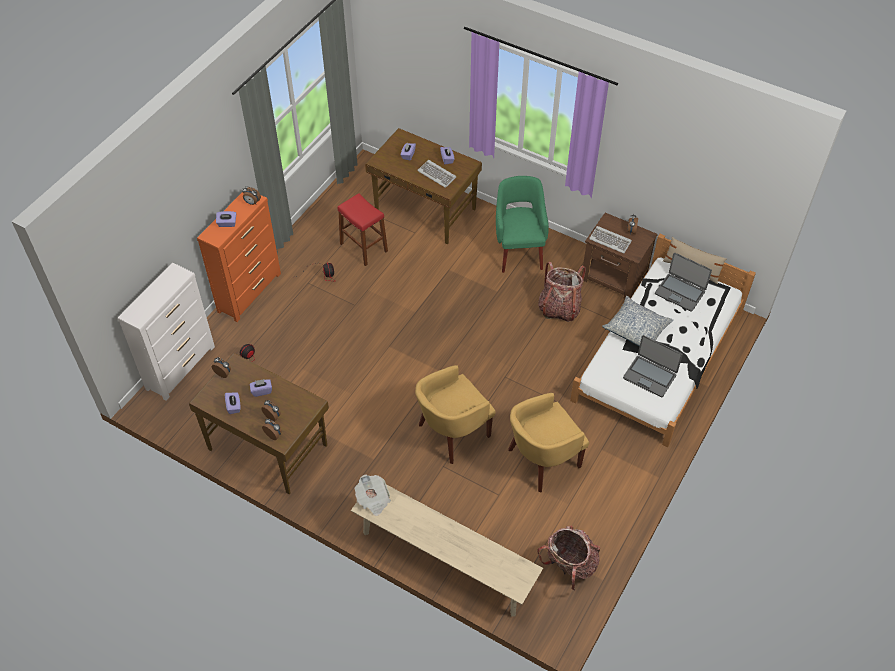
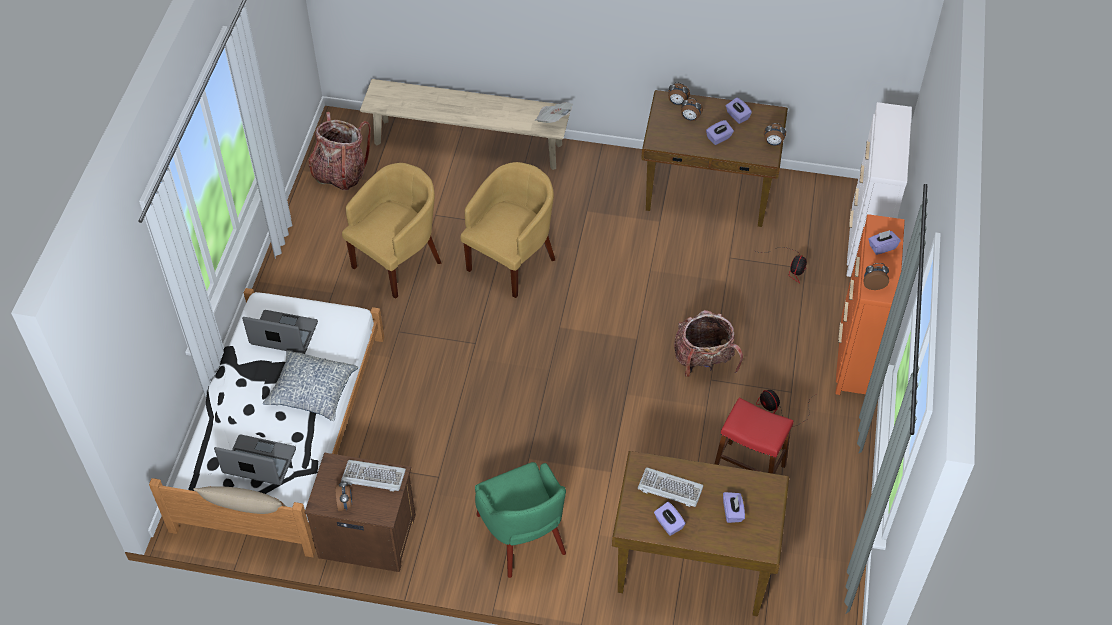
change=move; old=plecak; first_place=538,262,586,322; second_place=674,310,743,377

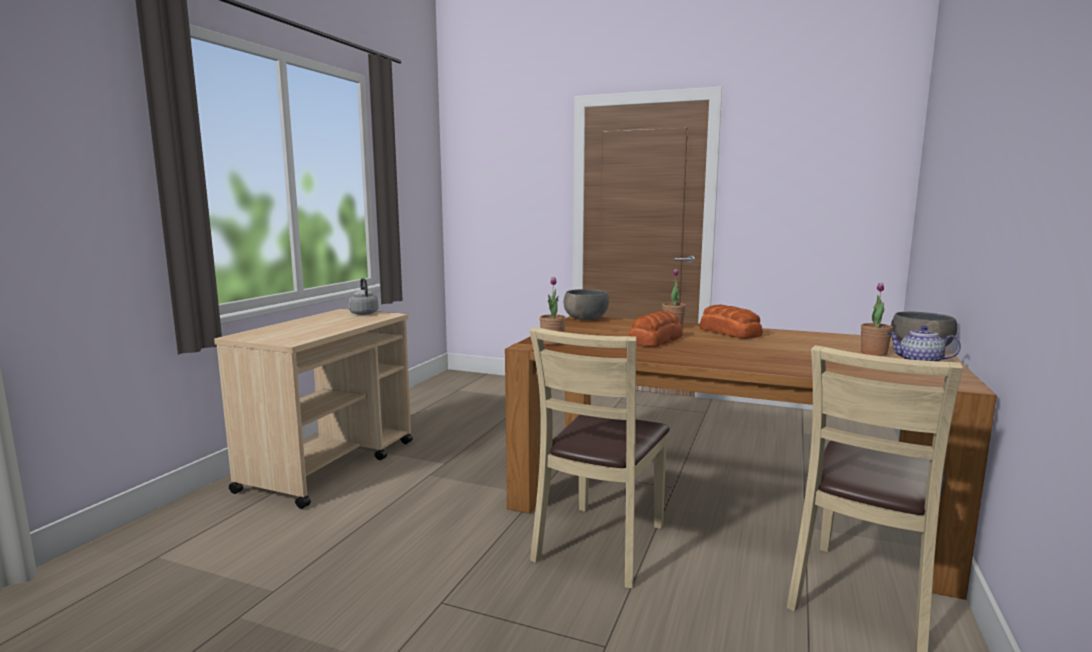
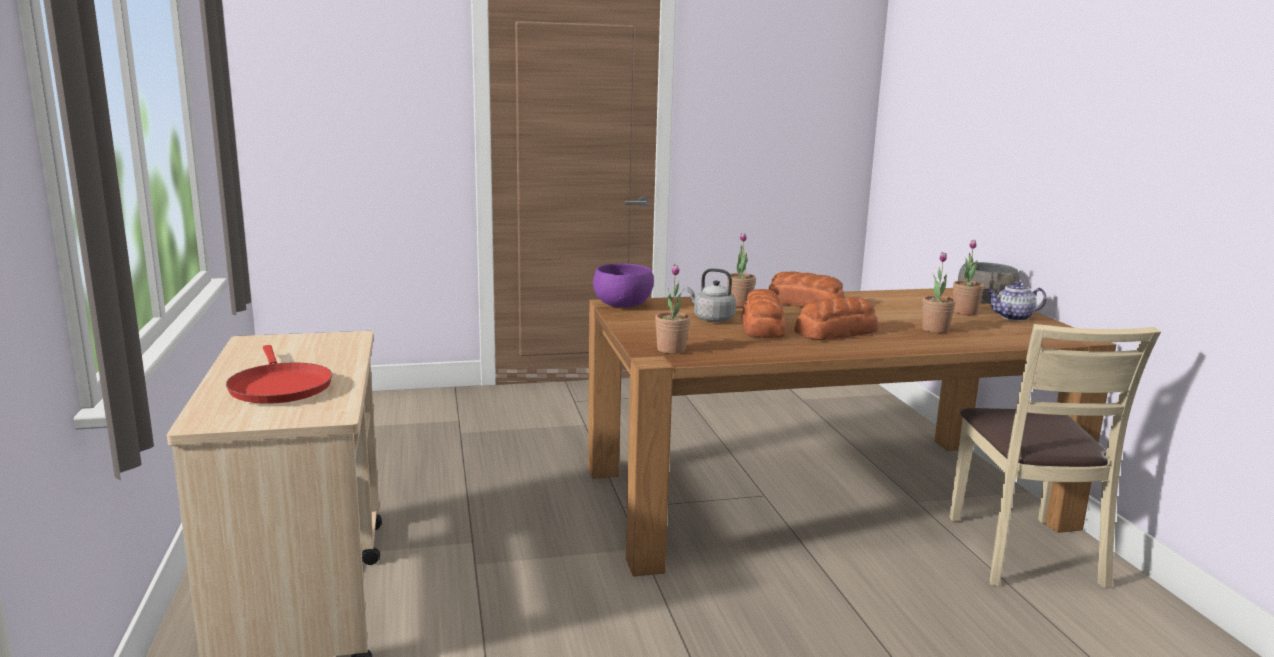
change=insert; new=patelnia/czerwony; second_place=226,345,332,404
change=recolor; old=miska/szary; new=miska/fioletowy; first_place=563,289,609,320; second_place=593,263,654,307
change=move; old=czajnik/szary; first_place=349,278,379,315; second_place=687,268,736,322
change=insert; new=chleb; second_place=794,297,879,340
change=insert; new=roślina doniczkowa; second_place=922,252,956,333
change=delete; old=krzesło/beżowy; first_place=529,327,670,589

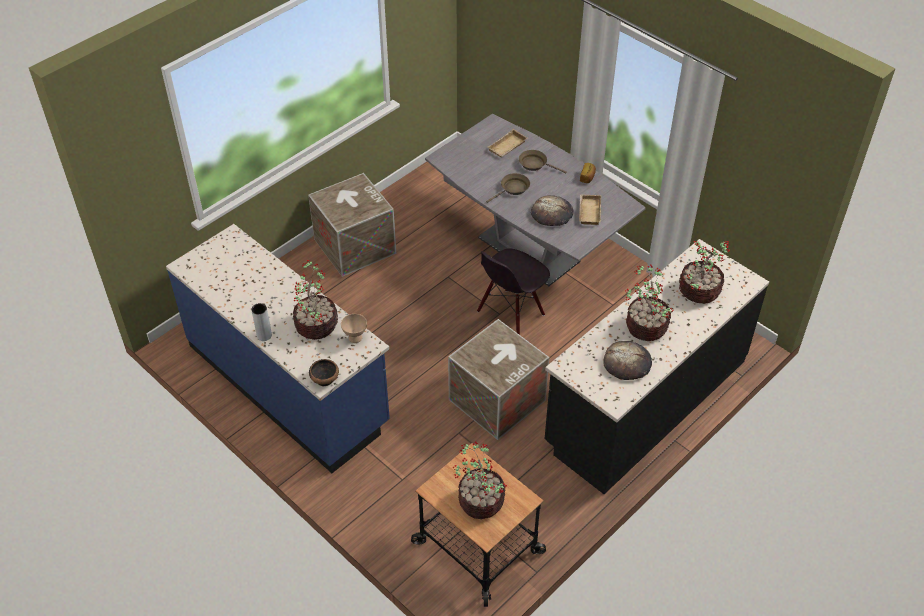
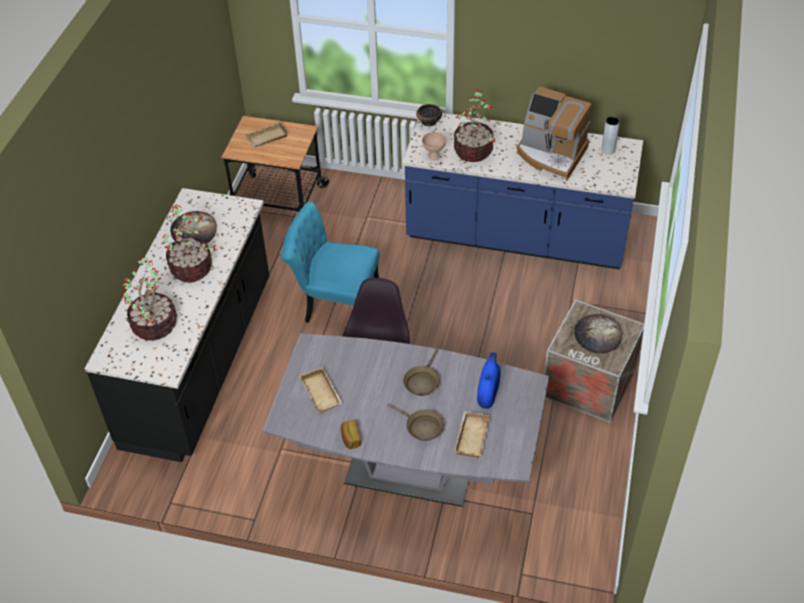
change=replace; old=roślina doniczkowa; new=taca/beżowy; first_place=452,441,507,519; second_place=245,121,289,147
change=replace; old=skrzynka; new=krzesło/turkusowy; first_place=448,319,549,440; second_place=281,201,380,323
change=rotate; old=patelnia/brązowy; first_place=519,150,567,173; second_place=387,403,444,441; degrees=45
change=insert; new=wazon/niebieski; second_place=477,352,501,409
change=insert; new=ekspres do kawy; second_place=517,86,592,181
change=move; old=chleb; first_place=531,195,574,226; second_place=574,314,622,354
change=move; old=wazon/szary; first_place=251,303,272,341; second_place=601,116,620,154

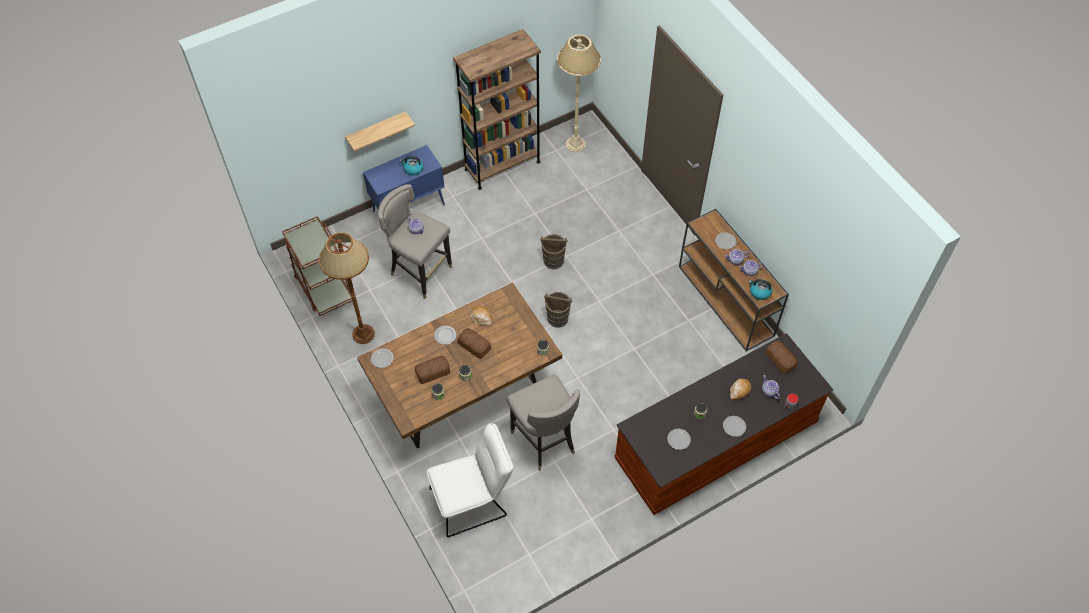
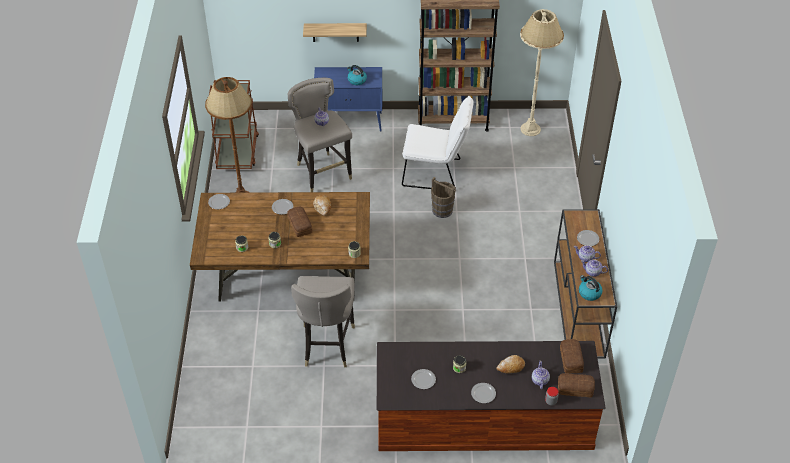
change=move; old=krzesło/biały; first_place=427,422,514,537; second_place=402,96,473,189
change=move; old=chleb; first_place=415,356,450,384; second_place=558,373,595,397
change=delete; old=wiadro/brązowy; first_place=544,292,572,327

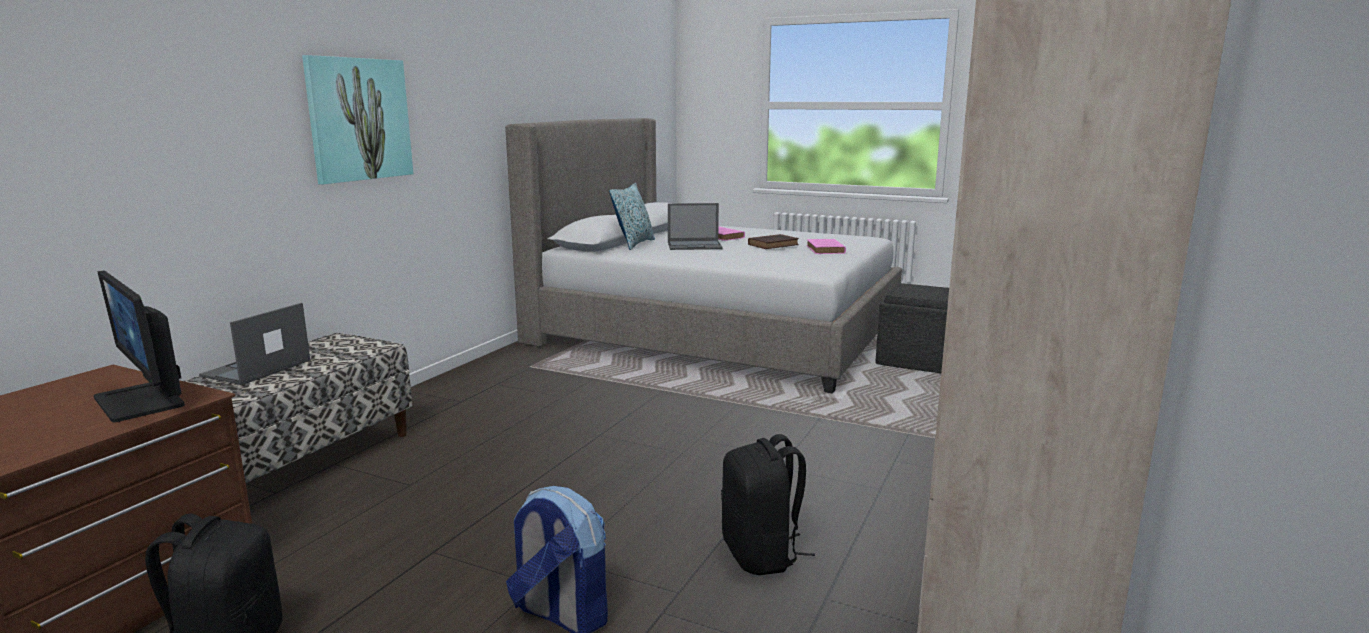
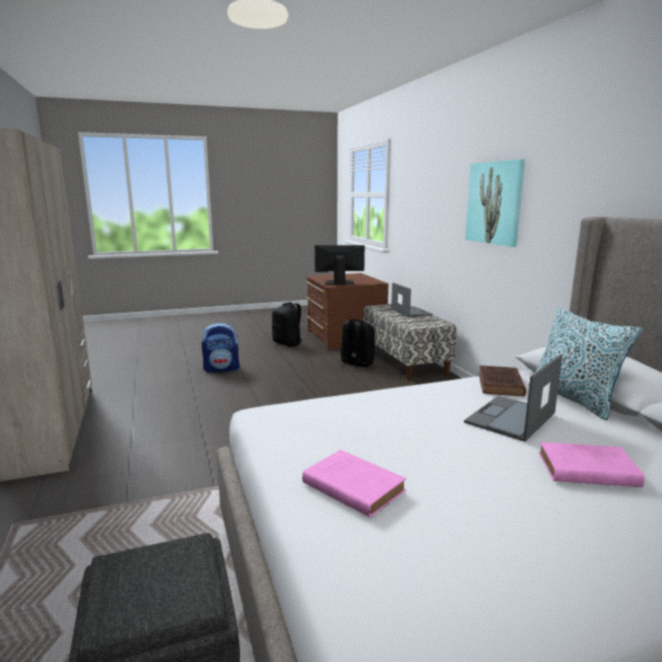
change=move; old=plecak/czarny; first_place=721,434,815,575; second_place=340,319,375,369
change=move; old=książka/brązowy; first_place=748,234,799,249; second_place=479,365,526,396

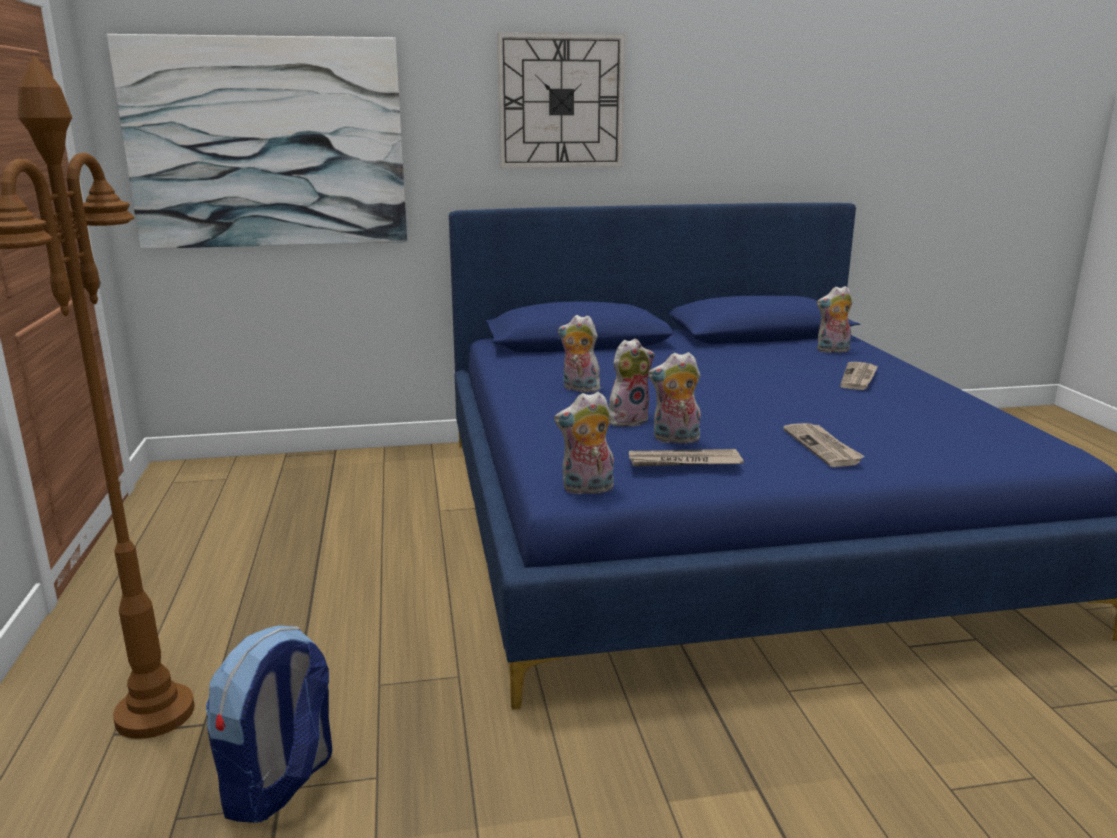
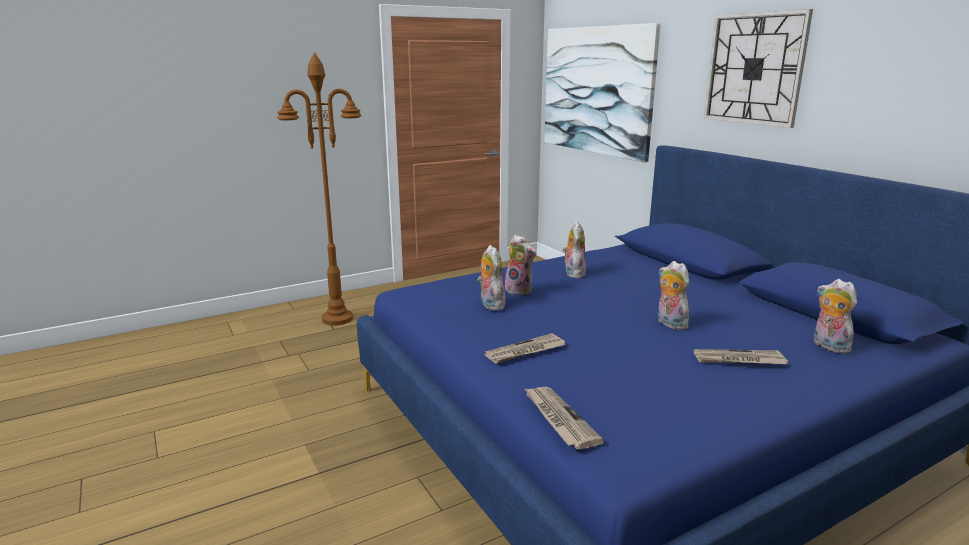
change=move; old=gazeta; first_place=629,449,743,466; second_place=524,387,604,450
change=move; old=pluszak; first_place=554,392,614,495; second_place=658,261,689,330
change=delete; old=plecak; first_place=206,625,332,823

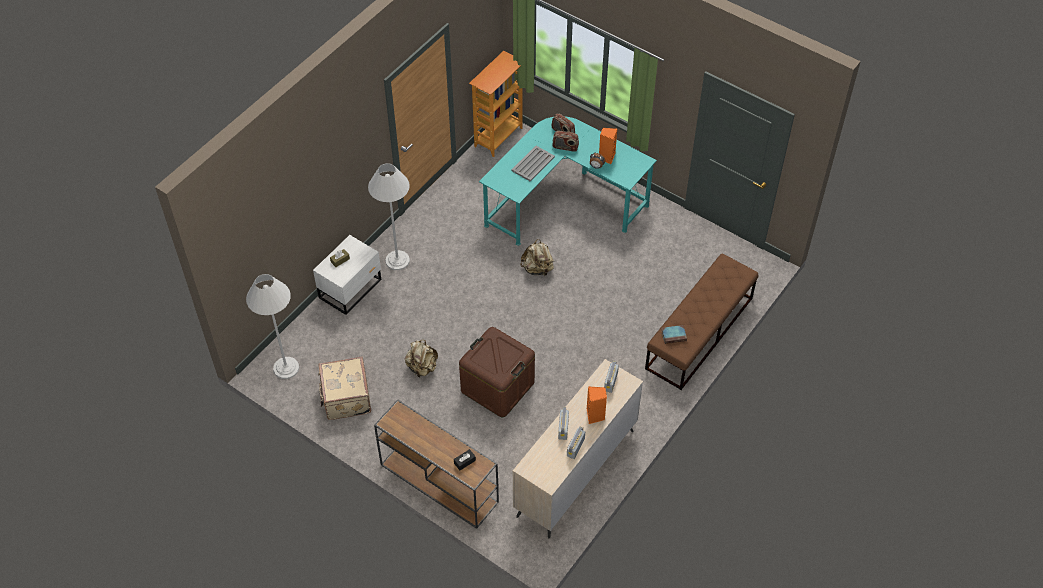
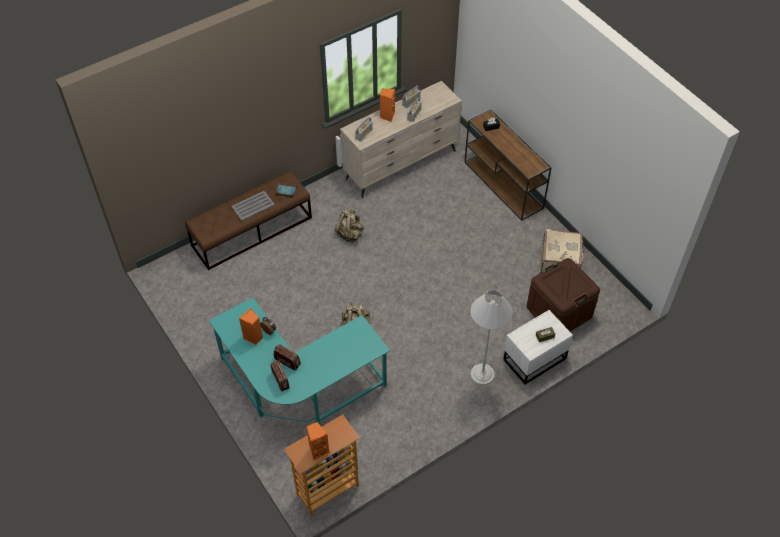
change=move; old=taca/szary; first_place=512,146,555,182; second_place=231,191,275,221
change=insert; new=głośnik/pomarańczowy; second_place=307,422,329,461
change=move; old=plecak/beżowy; first_place=405,340,438,378; second_place=335,209,363,243
change=move; old=pojemnik do przechowywania/brązowy; first_place=459,327,535,417; second_place=527,258,600,331
change=delete; old=lampa stojąca/biały; first_place=246,274,299,379

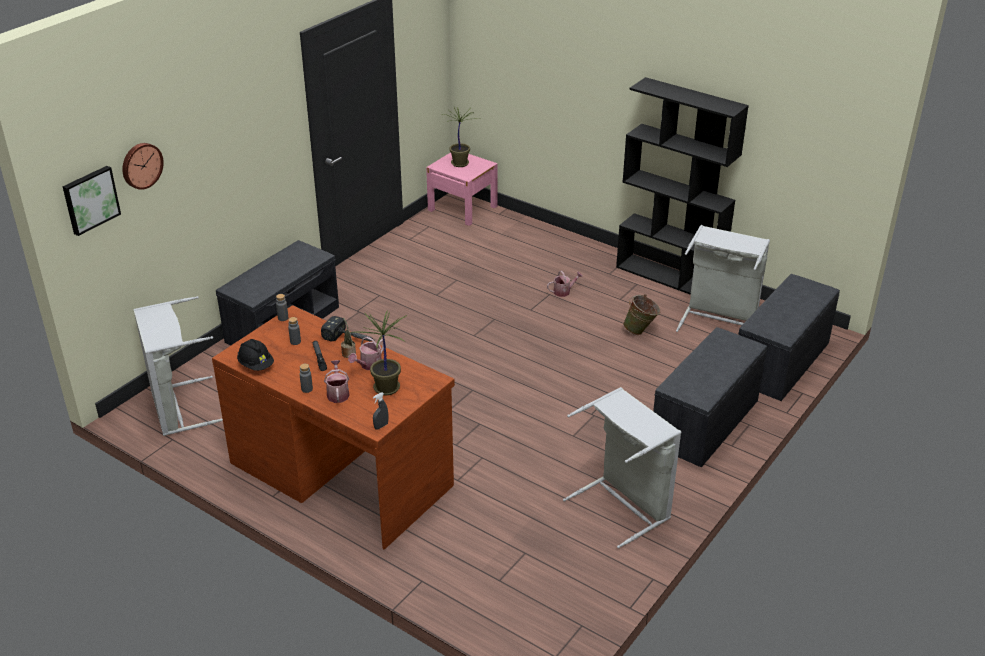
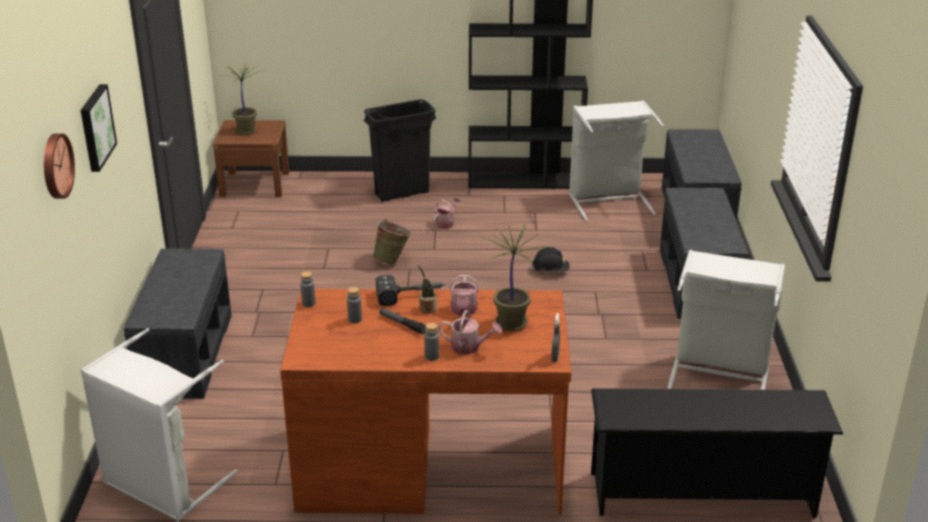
change=move; old=obraz; first_place=63,166,121,236; second_place=81,84,117,172
change=recolor; old=szafka nocna/różowy; new=szafka nocna/brązowy; first_place=426,152,498,226; second_place=213,120,289,197
change=insert; new=kosz na śmieci/czarny; second_place=364,99,436,202
change=move; old=wiadro/zielony; first_place=623,294,660,335; second_place=373,219,411,265
change=rotate; old=konewka; first_place=324,360,350,403; second_place=439,310,502,354; degrees=150
change=move; old=kask/czarny; first_place=237,339,274,371; second_place=531,247,570,272
change=insert; new=regał na buty/czarny; second_place=591,388,843,518

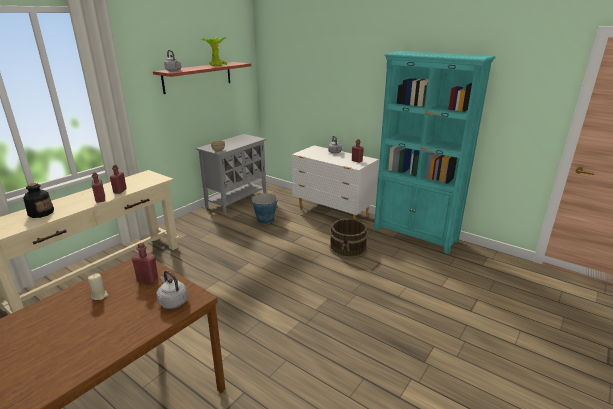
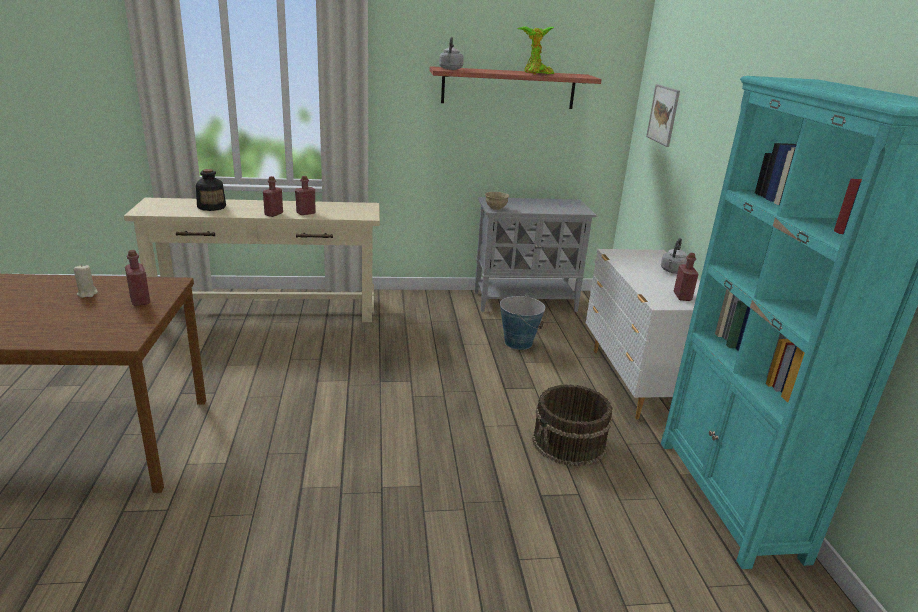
change=insert; new=obraz; second_place=646,84,680,147
change=delete; old=czajnik/szary; first_place=157,270,188,309

